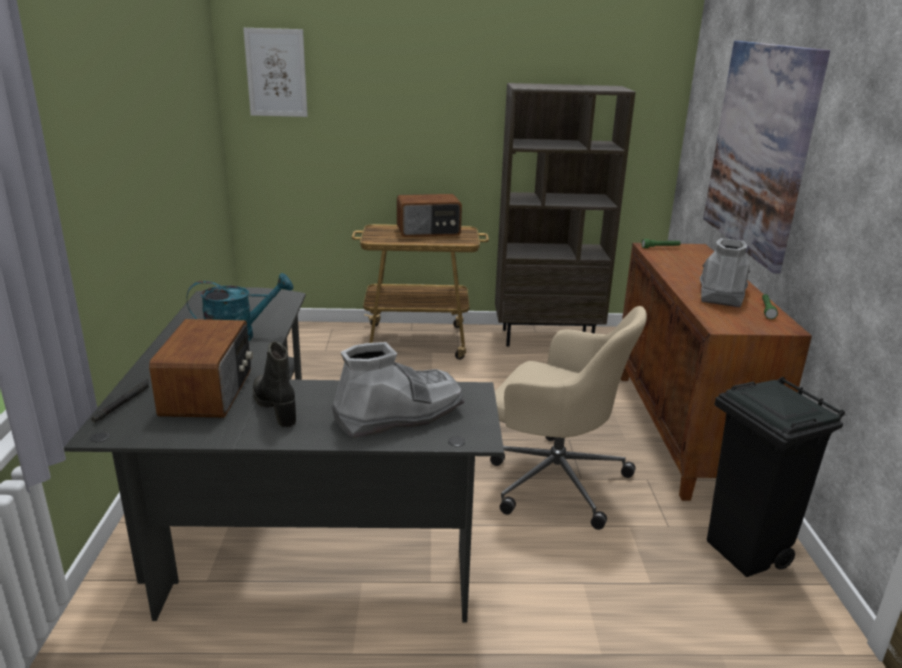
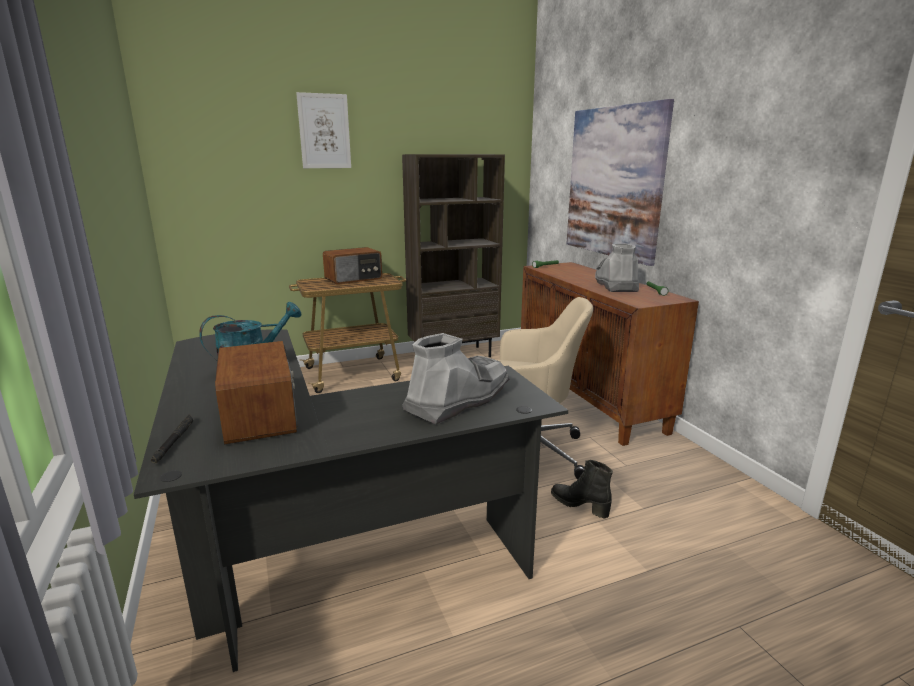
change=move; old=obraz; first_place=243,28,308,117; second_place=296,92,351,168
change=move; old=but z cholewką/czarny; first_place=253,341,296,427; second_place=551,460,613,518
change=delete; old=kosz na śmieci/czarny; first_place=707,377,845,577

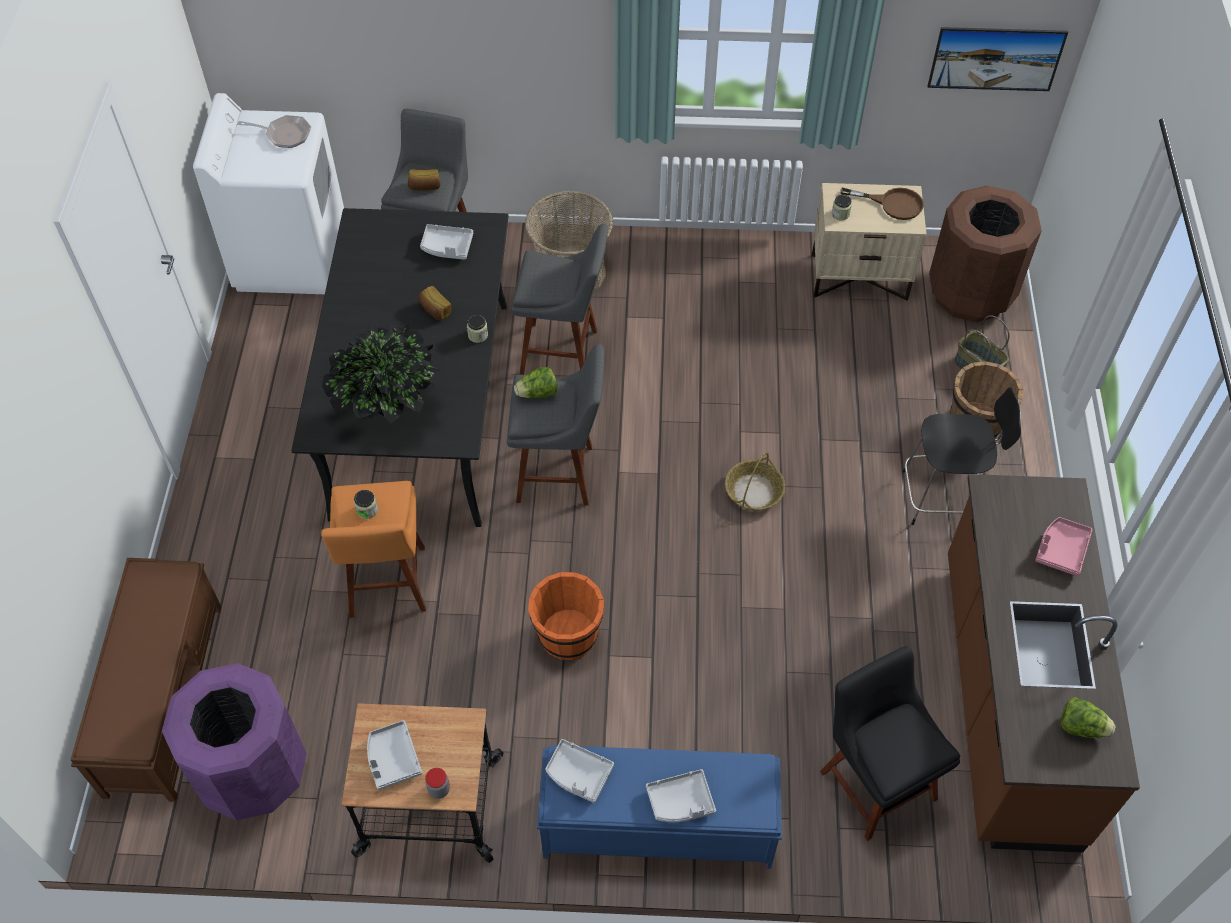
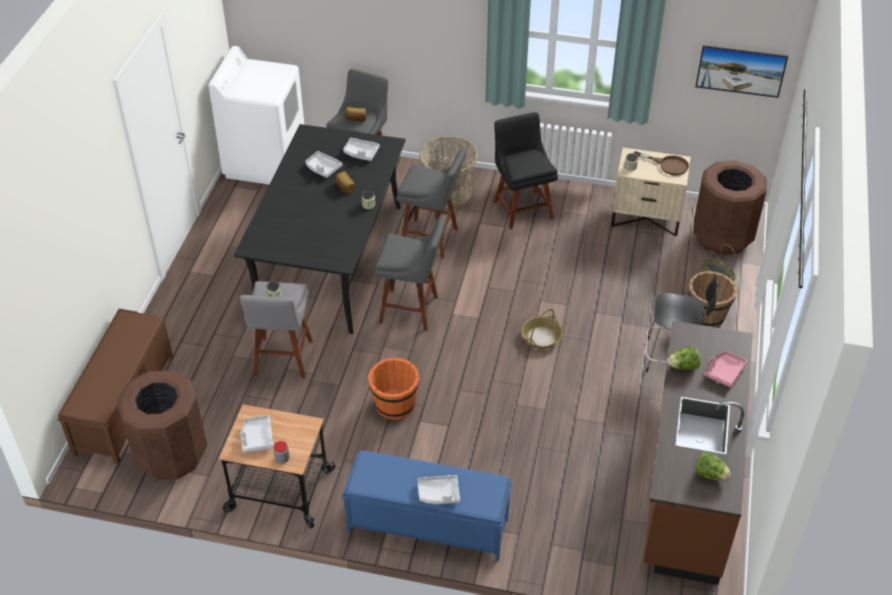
change=recolor; old=kosz na śmieci/fioletowy; new=kosz na śmieci/brązowy; first_place=162,663,307,820; second_place=117,370,207,480
change=recolor; old=stołek/pomarańczowy; new=stołek/szary; first_place=321,481,426,618; second_place=240,281,313,378
change=move; old=taca/szary; first_place=546,739,614,803; second_place=305,151,343,178
change=move; old=krzesło/czarny; first_place=820,646,960,841; second_place=494,112,558,229
change=move; old=sałata; first_place=514,367,557,398; second_place=667,347,701,370
change=delete; old=patelnia; first_place=237,115,311,148
change=delete; old=roślina doniczkowa; first_place=322,325,441,423

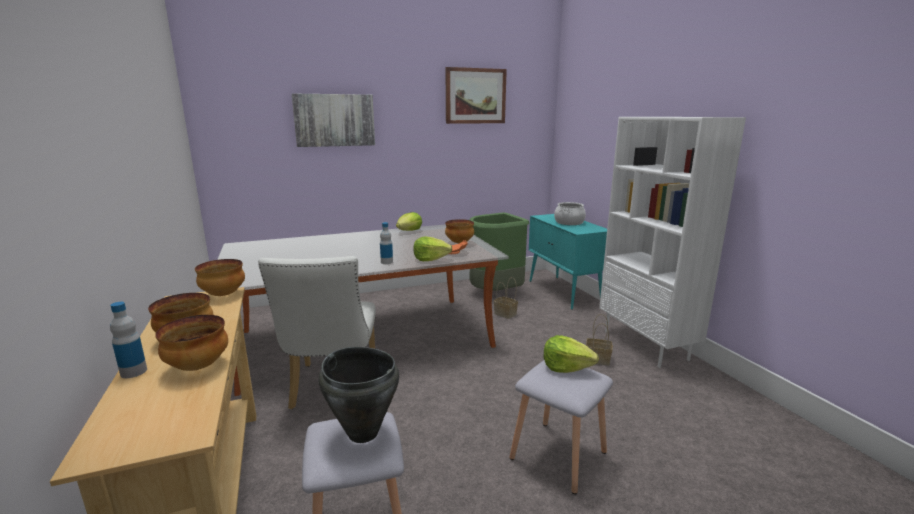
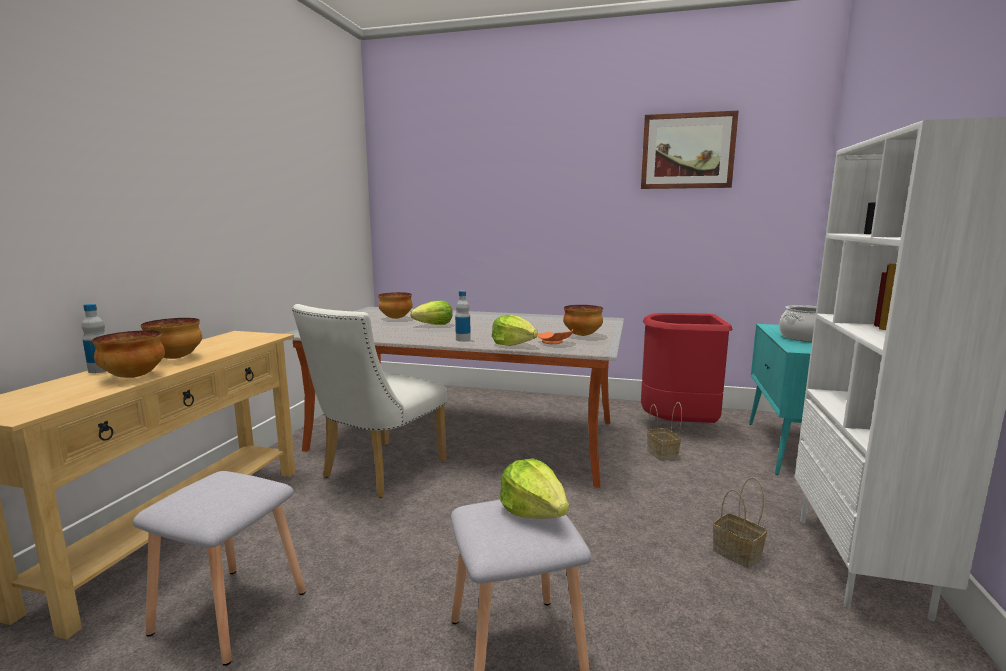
change=move; old=miska; first_place=195,259,245,296; second_place=378,292,413,319
change=move; old=sałata; first_place=396,212,422,231; second_place=410,300,453,325
change=recolor; old=kosz na śmieci/zielony; new=kosz na śmieci/czerwony; first_place=470,213,529,291; second_place=641,313,733,423
change=delete; old=obraz; first_place=292,93,375,147
change=delete; old=garnek/czarny; first_place=319,347,399,443

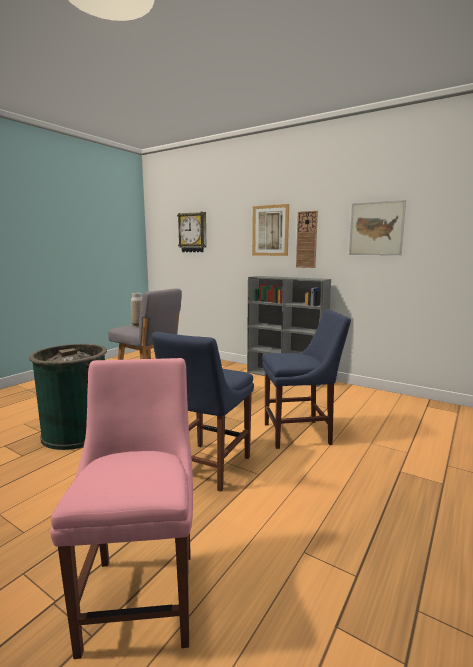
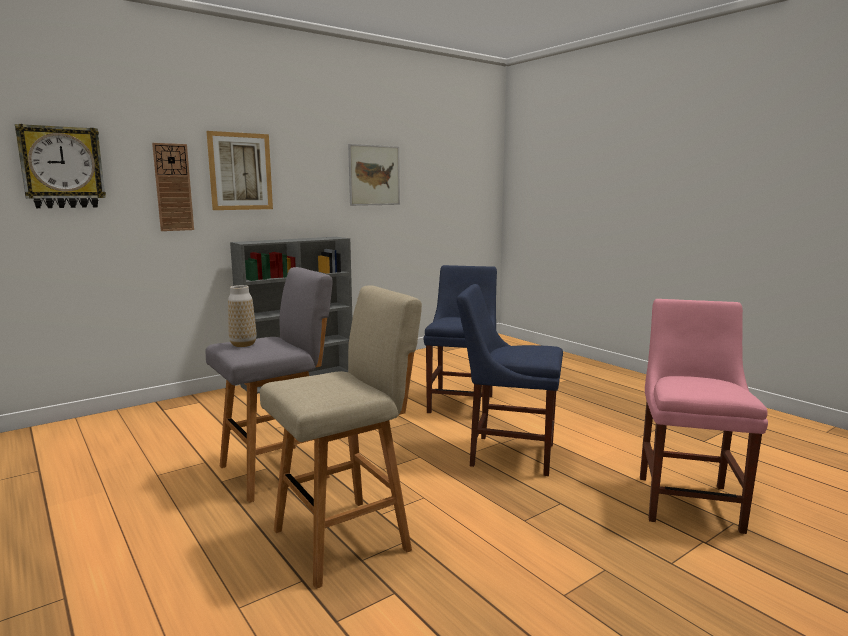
change=move; old=zegar ścienny; first_place=296,211,318,268; second_place=152,143,194,231
change=replace; old=kosz na śmieci/zielony; new=stołek/beżowy; first_place=29,344,107,450; second_place=260,285,422,589
change=rotate; old=krzesło/niebieski; first_place=152,332,254,492; second_place=457,284,563,476; degrees=150
change=rotate; old=krzesło/różowy; first_place=50,358,193,659; second_place=640,299,768,534; degrees=90

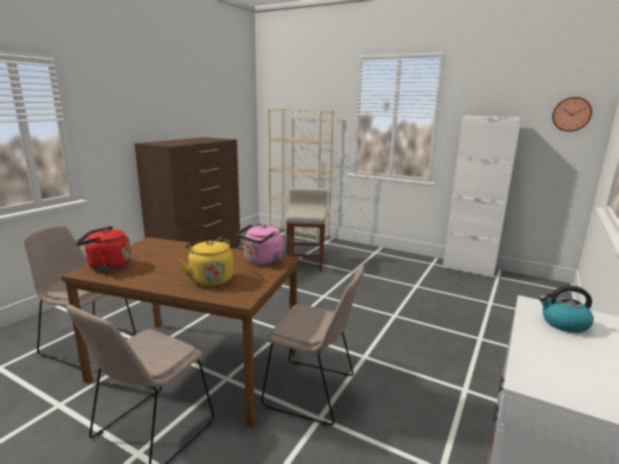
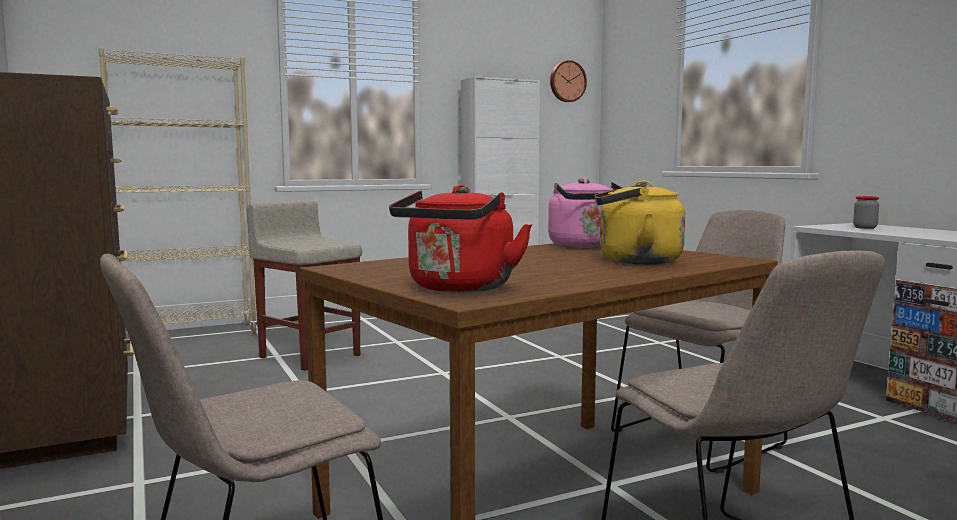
change=replace; old=czajnik; new=słoik; first_place=539,285,594,333; second_place=853,196,879,229

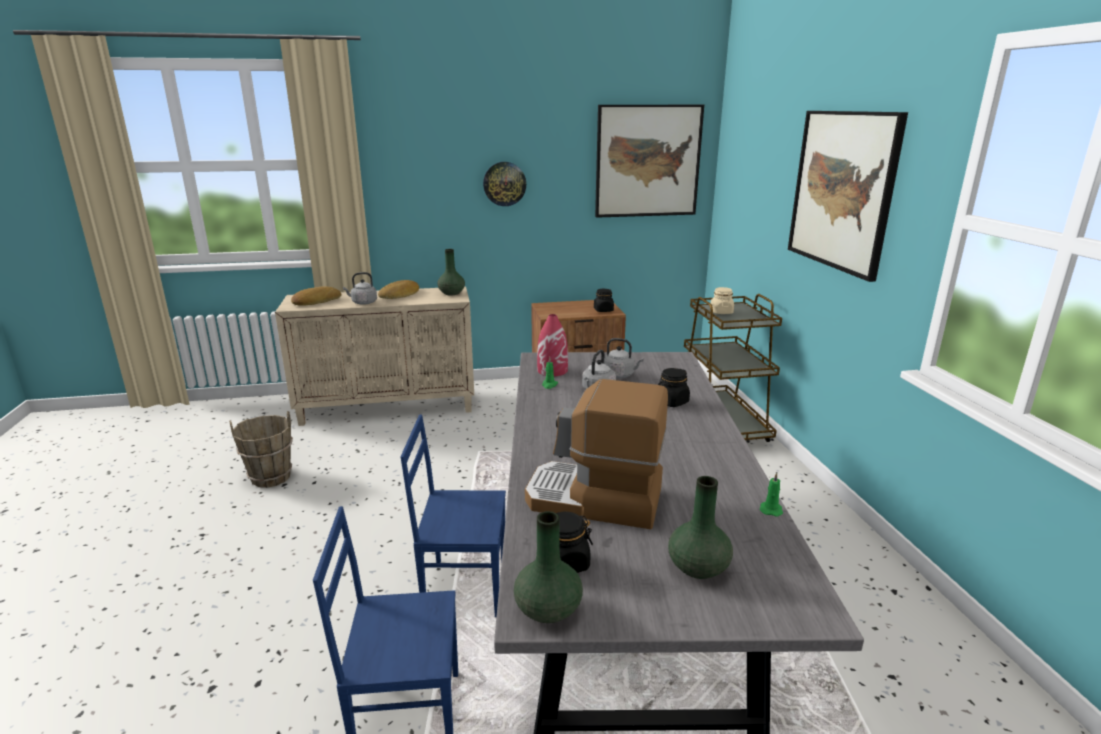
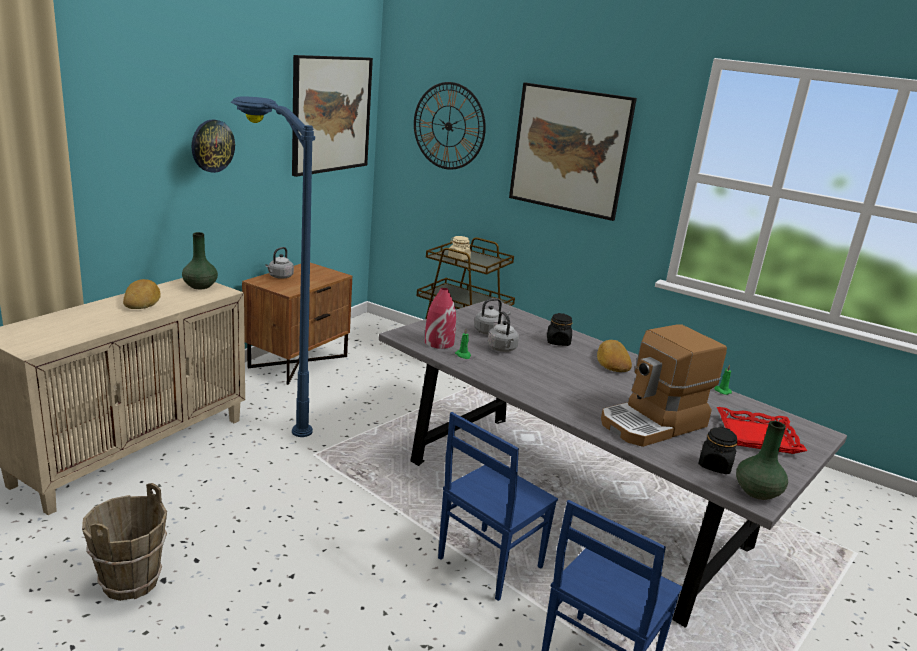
change=insert; new=lampa stojąca/niebieski; second_place=231,97,315,437
change=move; old=czajnik/szary; first_place=343,272,377,305; second_place=265,247,294,279
change=insert; new=zegar ścienny; second_place=414,82,486,170
change=move; old=chleb; first_place=291,286,341,306; second_place=597,340,632,372
change=replace; old=wazon/zielony; new=taca/czerwony; first_place=668,476,733,579; second_place=717,407,807,454
change=delete; old=słoik/czarny; first_place=594,289,614,312

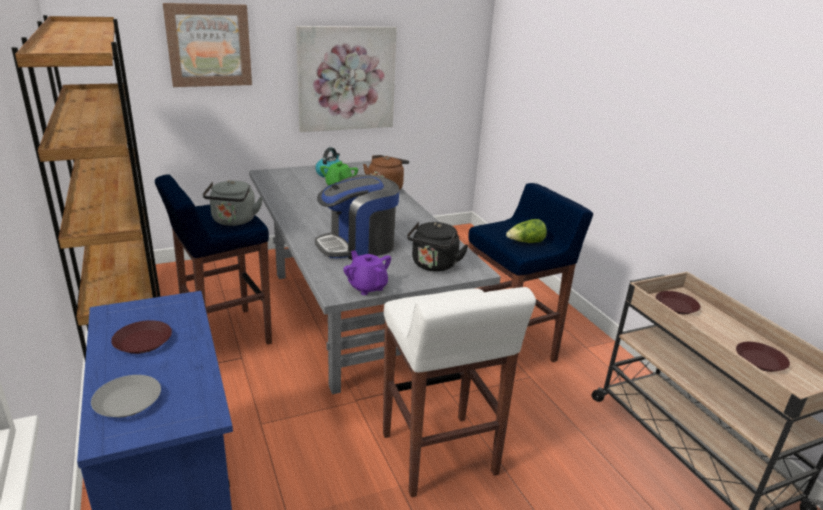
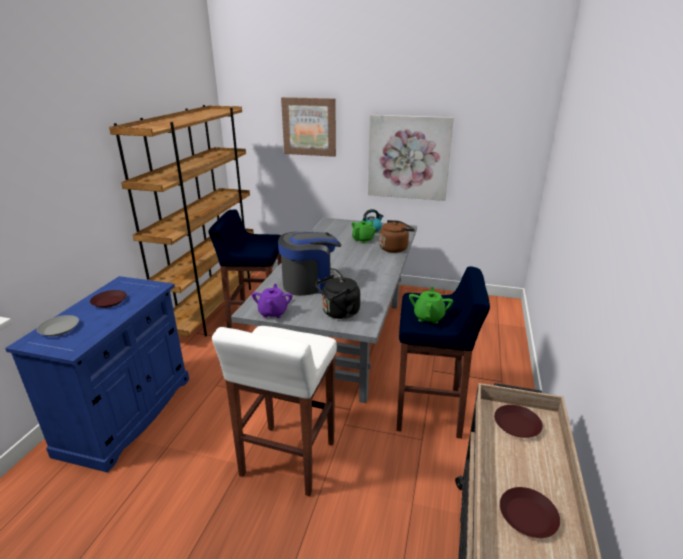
change=rotate; old=ekspres do kawy; first_place=315,175,399,260; second_place=278,232,343,296; degrees=150
change=replace; old=sałata; new=imbryk/zielony; first_place=506,219,547,243; second_place=409,287,453,324
change=delete; old=czajnik/szary; first_place=203,180,263,226

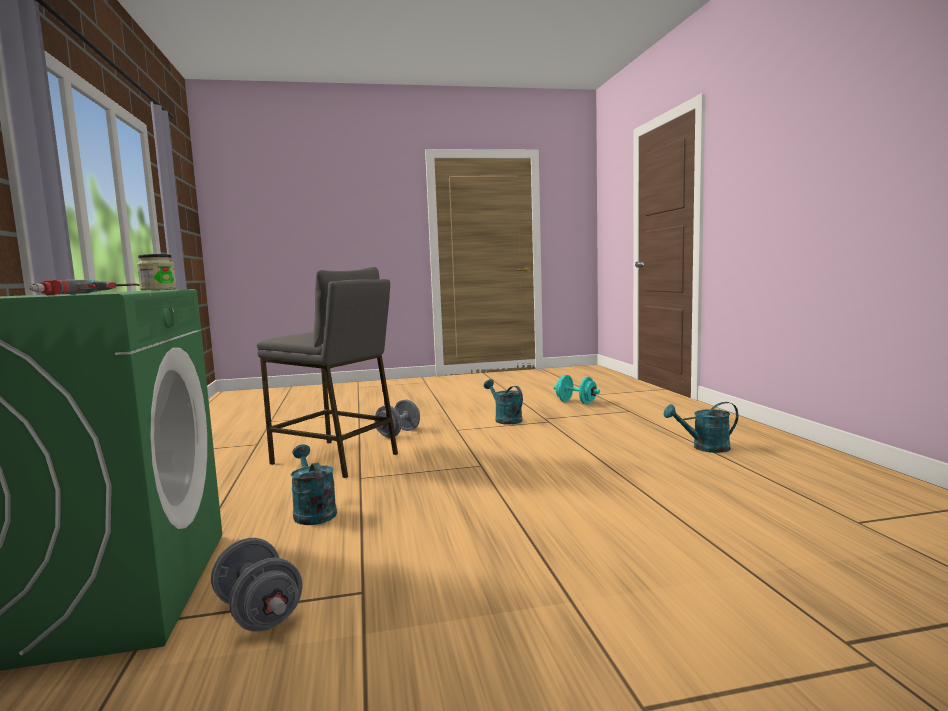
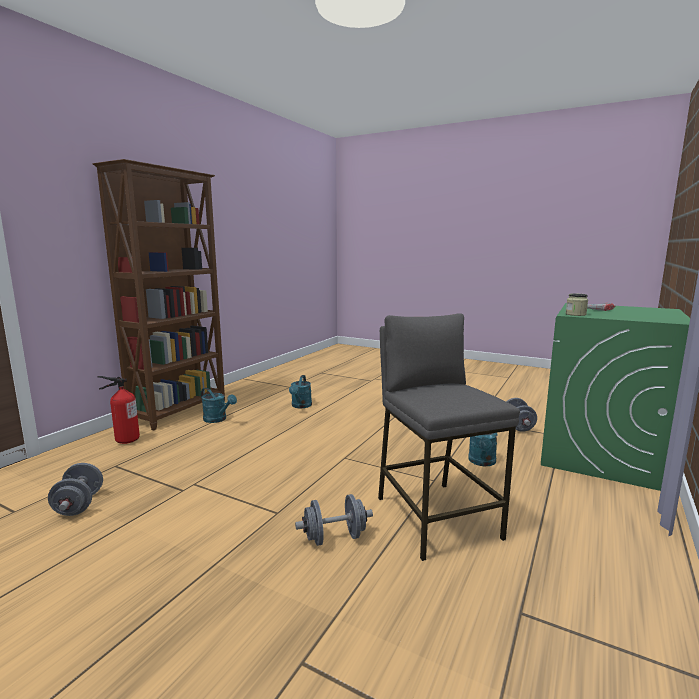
change=recolor; old=hantel/turkusowy; new=hantel/szary; first_place=553,375,600,404; second_place=48,463,103,516
change=insert; new=regał/brązowy; second_place=93,159,225,430
change=insert; new=gaśnica; second_place=98,376,140,444
change=move; old=konewka/turkusowy; first_place=484,379,523,425; second_place=289,375,312,409

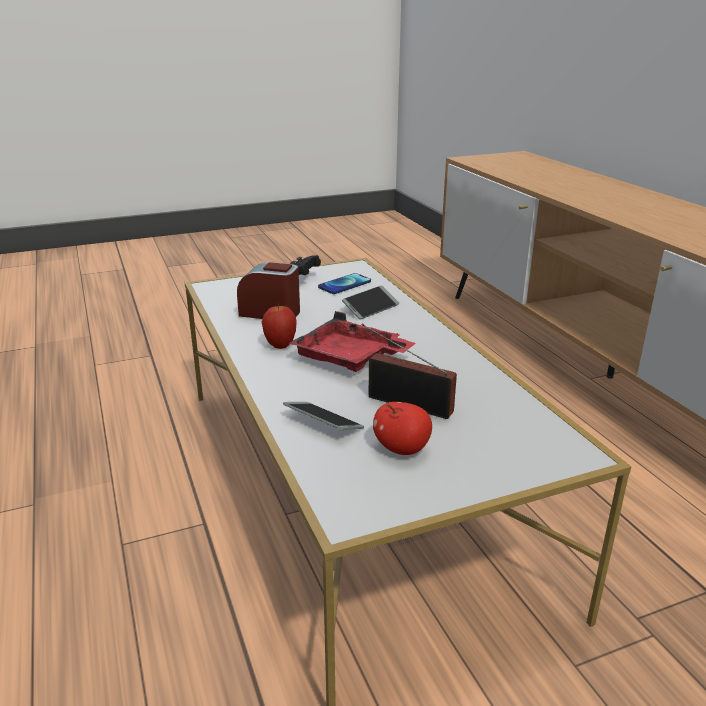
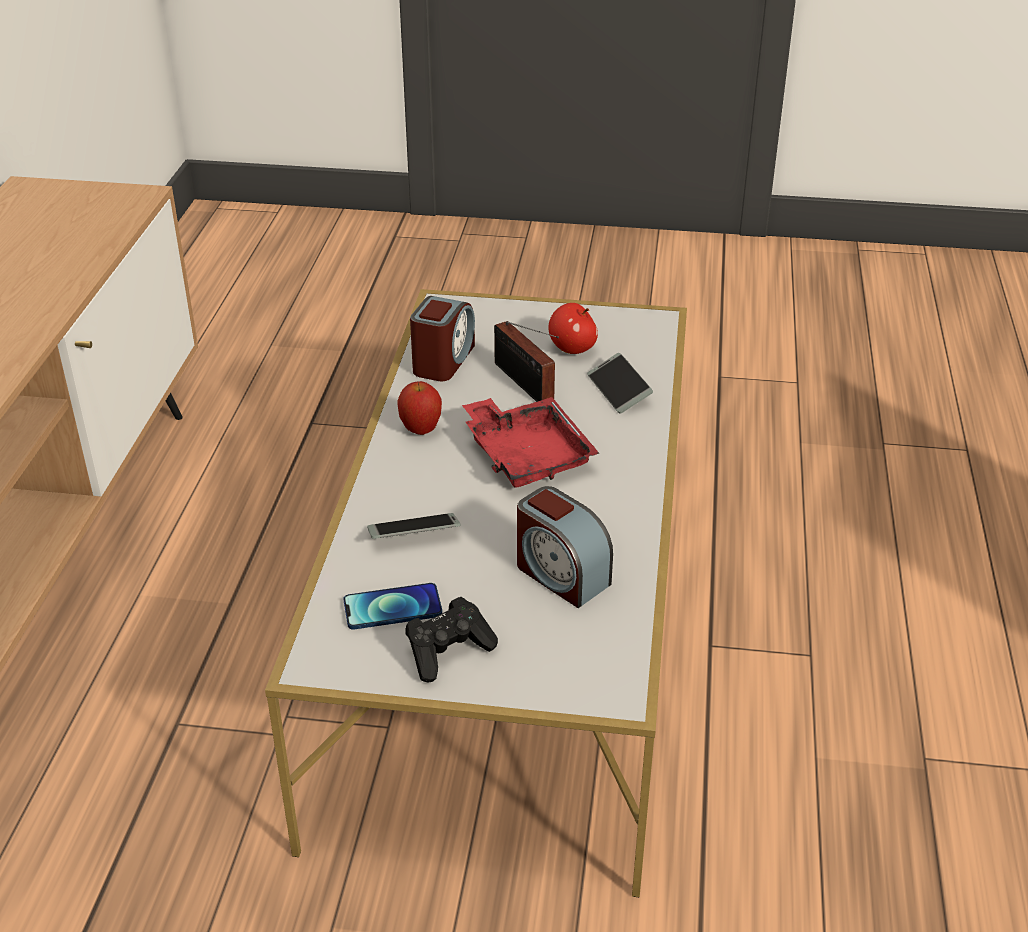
change=move; old=jabłko; first_place=261,304,297,349; second_place=397,381,442,435
change=insert; new=budzik; second_place=410,296,475,381

